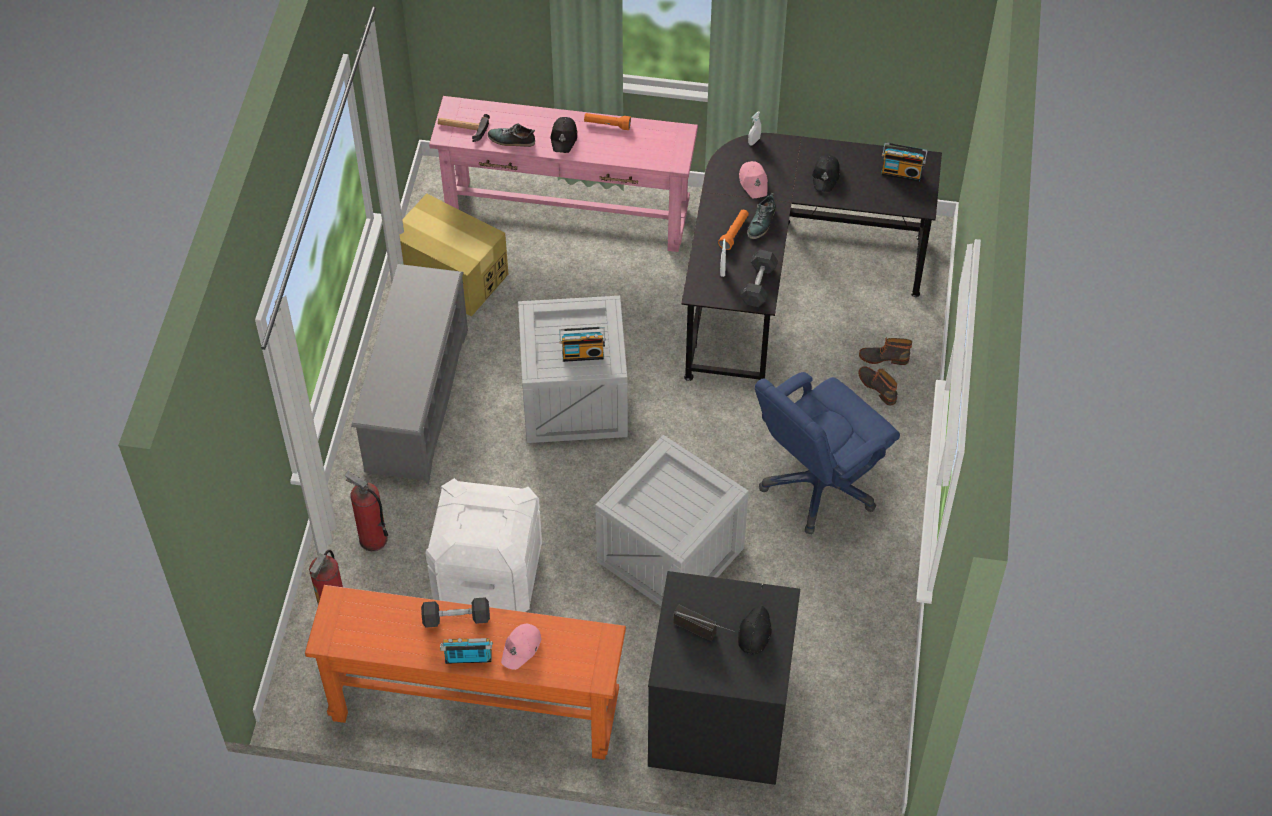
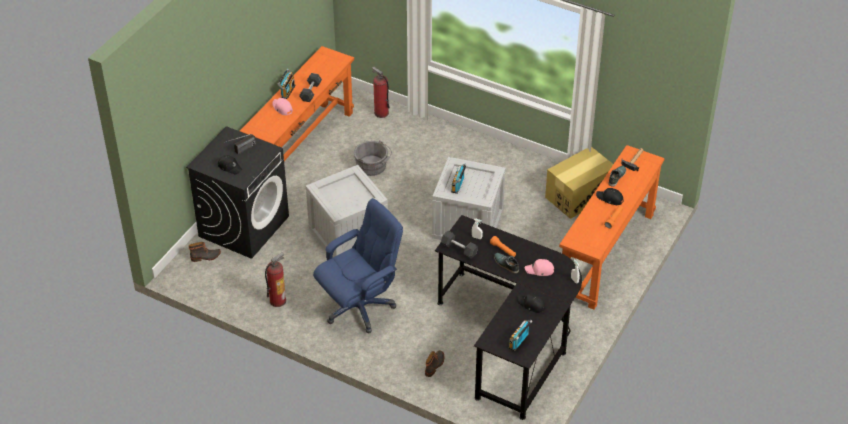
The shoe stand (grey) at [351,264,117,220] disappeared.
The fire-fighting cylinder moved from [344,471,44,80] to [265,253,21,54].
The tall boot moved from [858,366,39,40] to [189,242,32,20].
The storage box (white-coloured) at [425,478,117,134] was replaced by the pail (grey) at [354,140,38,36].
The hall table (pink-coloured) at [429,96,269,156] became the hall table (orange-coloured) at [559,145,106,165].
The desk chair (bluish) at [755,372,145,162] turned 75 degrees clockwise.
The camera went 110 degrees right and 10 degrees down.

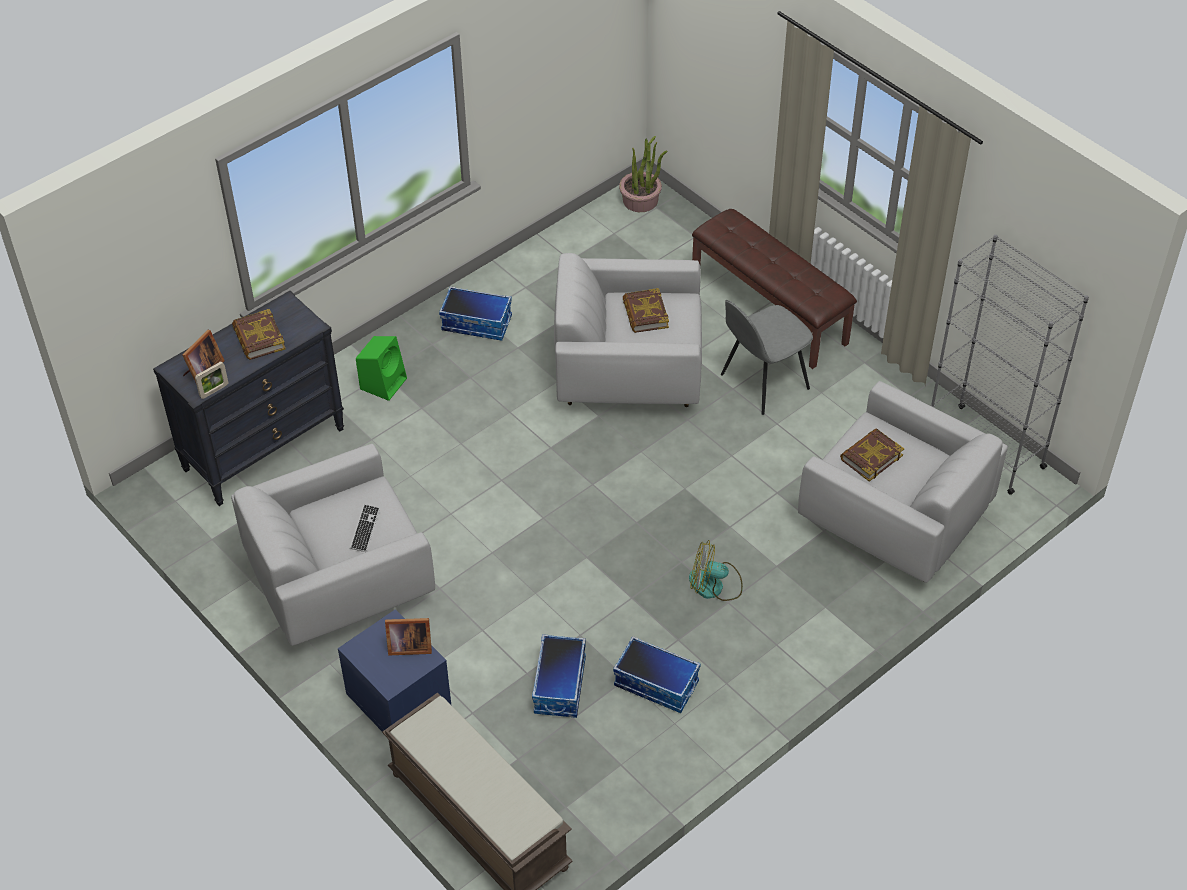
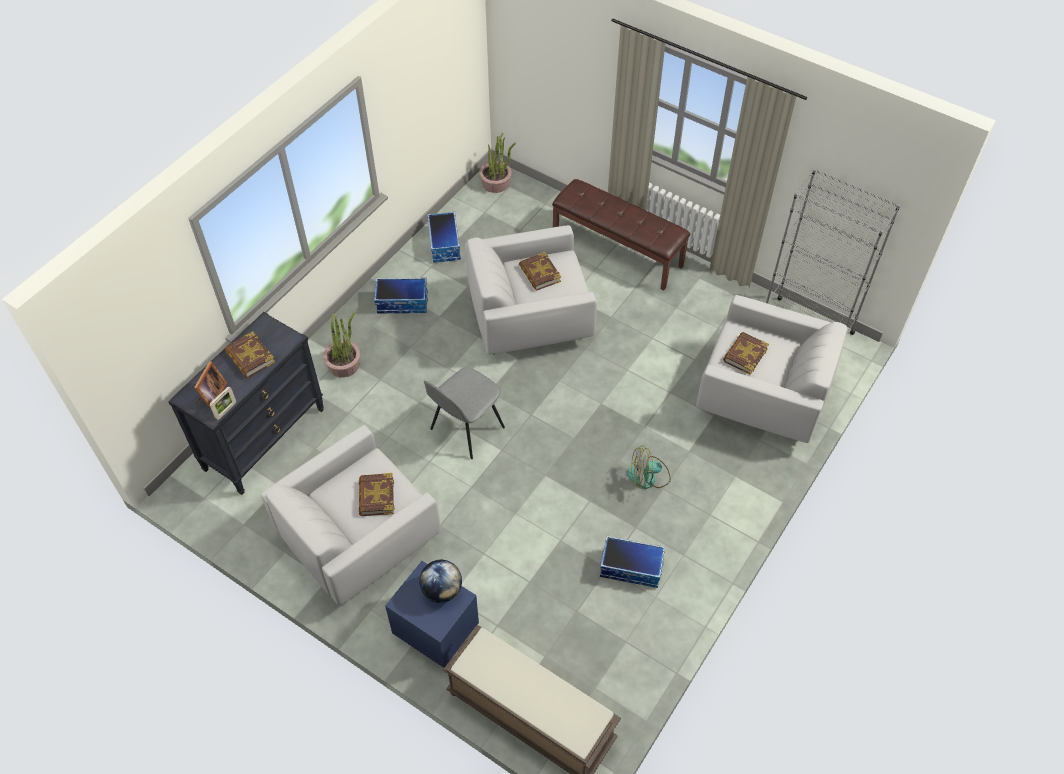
The storage box moved from [532,634,54,84] to [427,212,34,51].
The upright chair (grey) moved from [721,300,92,115] to [424,367,81,92].
The keyboard at [350,504,30,48] was replaced by the book at [359,473,35,43].
The speaker (green) at [356,336,51,65] was replaced by the plant in a pot at [323,312,37,65].
The picture frame at [385,618,47,37] was replaced by the globe at [419,560,43,43].
The camera went 15 degrees left and 5 degrees up.

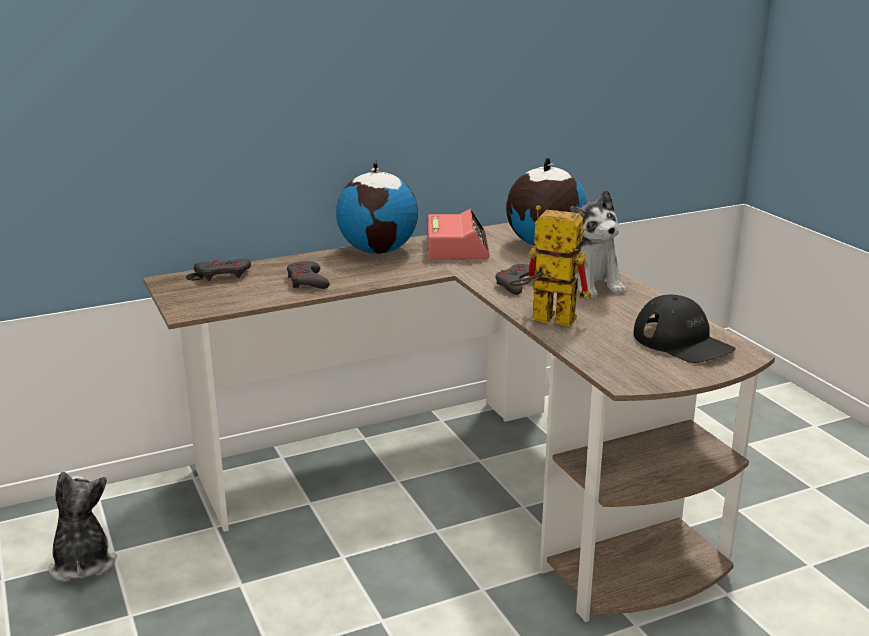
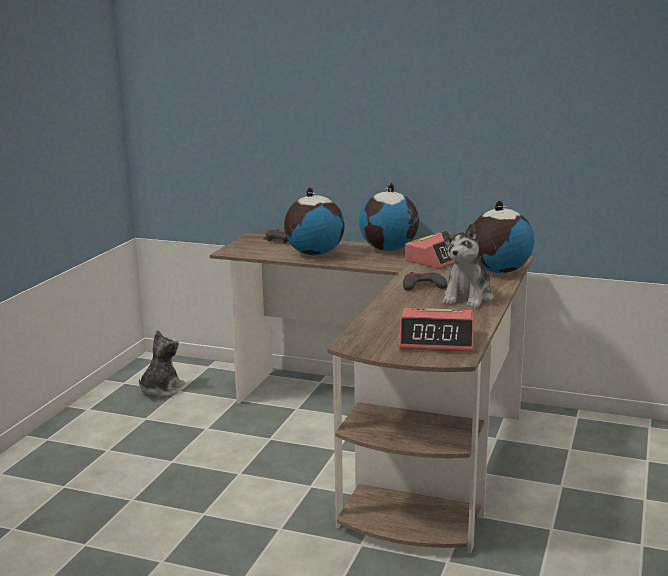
The model robot at [510,205,81,122] disappeared.
The gamepad (grey) at [287,261,43,28] was replaced by the globe at [284,187,60,69].
The peaked cap (blackish) at [633,295,103,68] was replaced by the bedside clock at [399,308,75,44].
The camera went 45 degrees right and 5 degrees down.

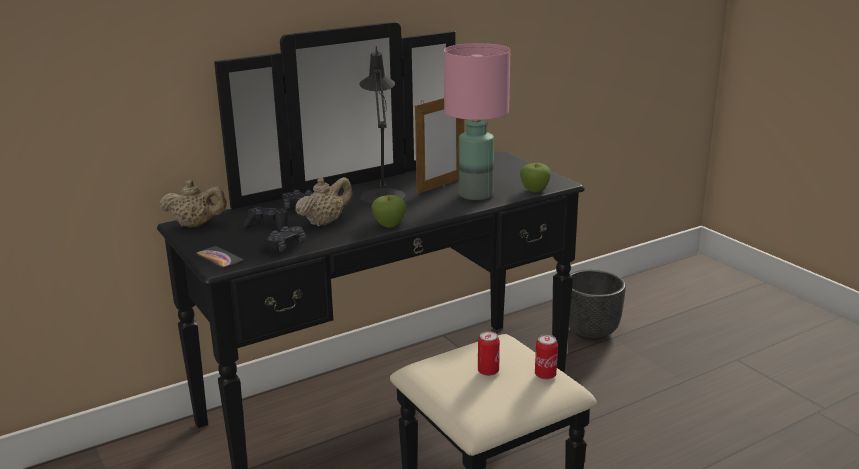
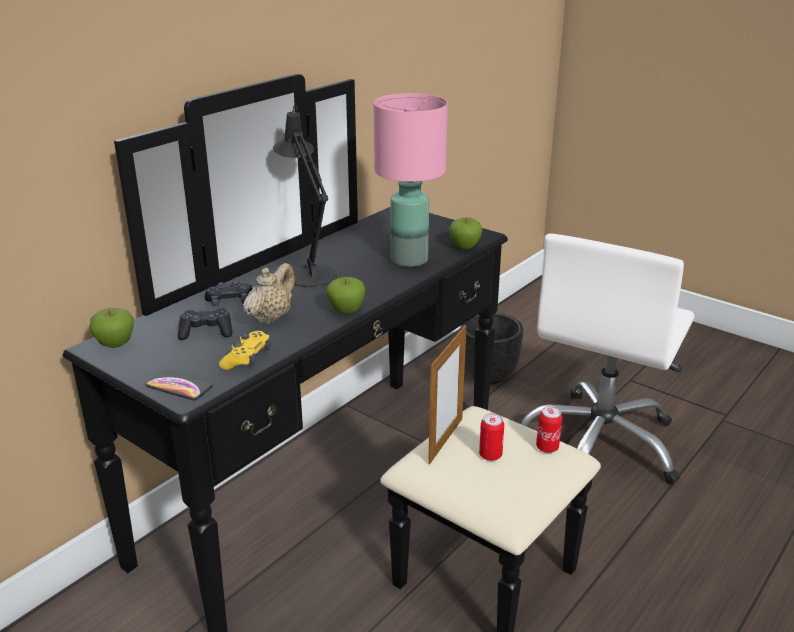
The desk chair (white-coloured) at [517,233,178,252] appeared.
The picture frame moved from [415,98,49,96] to [428,325,38,139].
The pot for tea (beige) at [160,180,67,47] was replaced by the apple at [89,308,45,40].
The gamepad (blackish) at [257,226,48,27] became the gamepad (yellow-coloured) at [219,331,52,39].
The camera went 20 degrees left and 5 degrees up.

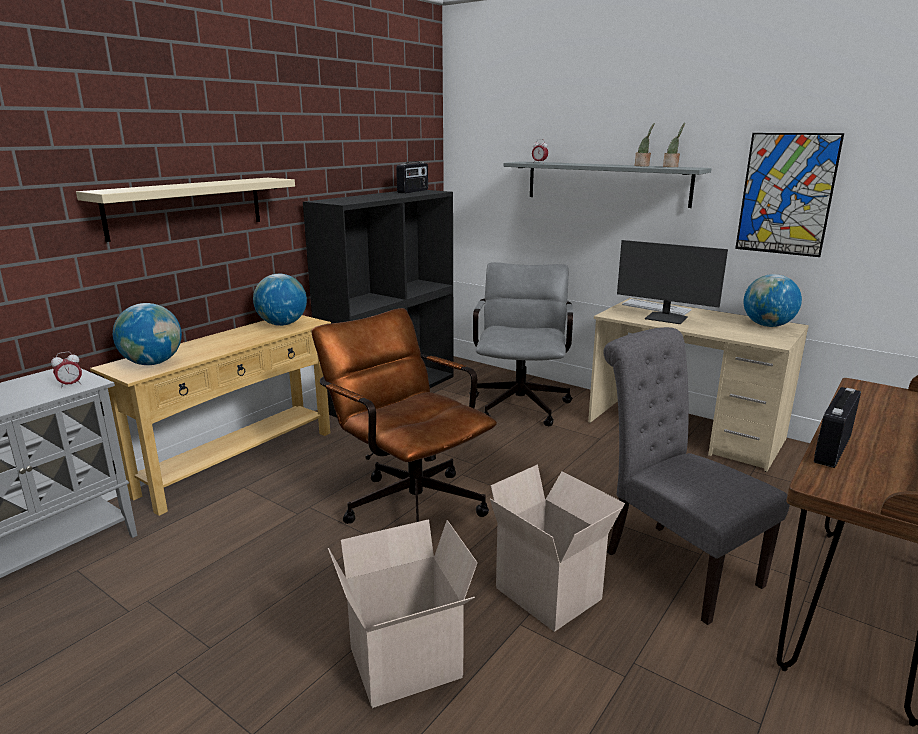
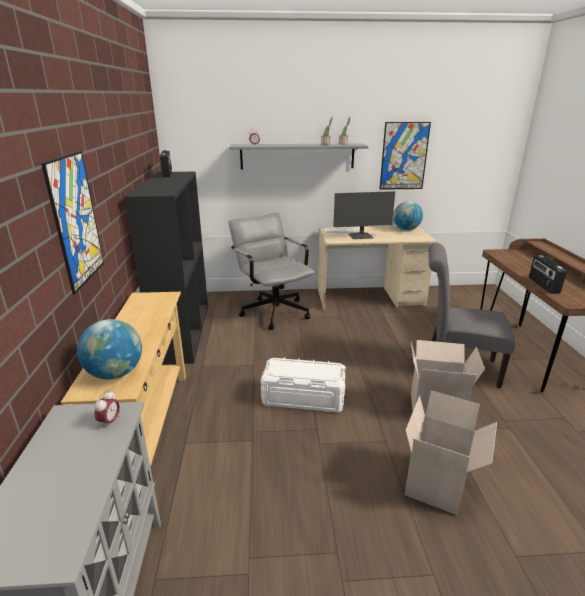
The globe at [253,274,54,52] disappeared.
The shelf (beige) at [76,178,219,64] was replaced by the wall picture at [41,151,63,144].
The desk chair (brown-coloured) at [311,308,186,216] was replaced by the storage box (white-coloured) at [261,358,85,54].
The camera went 40 degrees left and 5 degrees up.

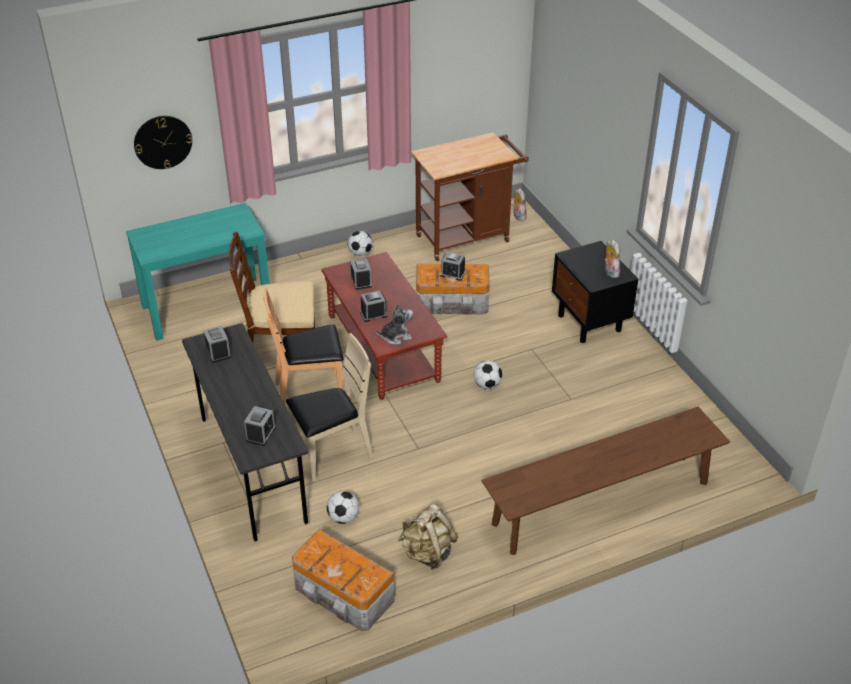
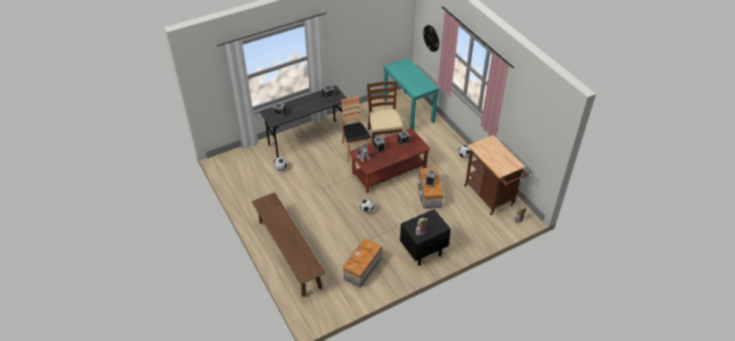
The upright chair (beige) at [286,333,88,149] disappeared.
The knapsack (beige) at [398,504,60,66] disappeared.
The storage box moved from [292,529,103,102] to [343,239,39,49].
The camera went 85 degrees right and 5 degrees up.

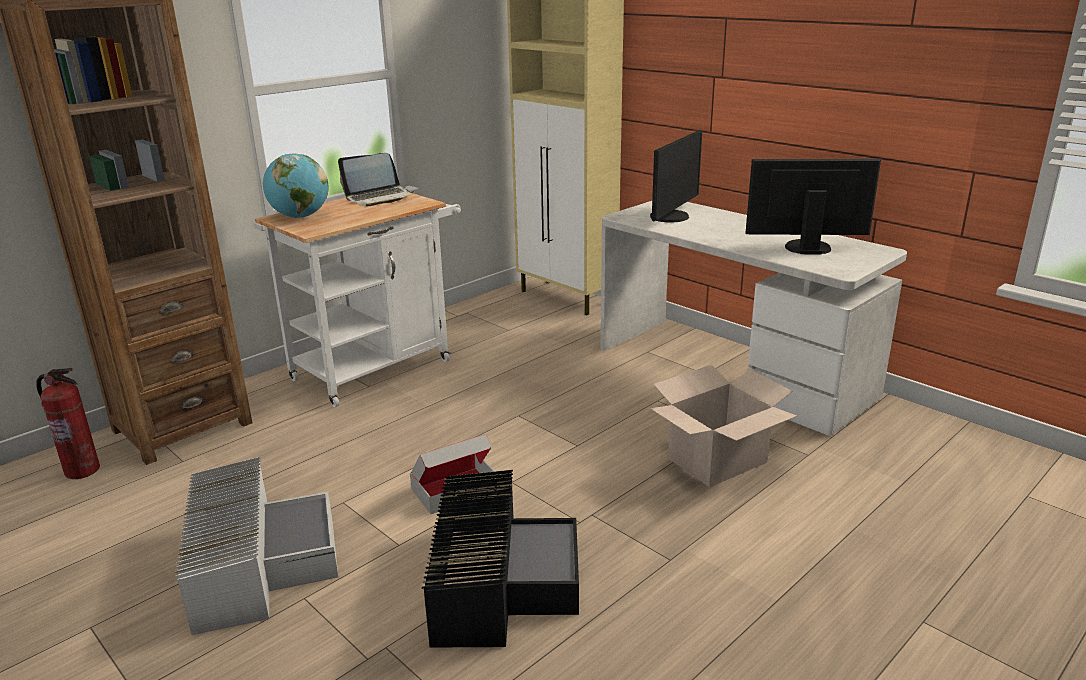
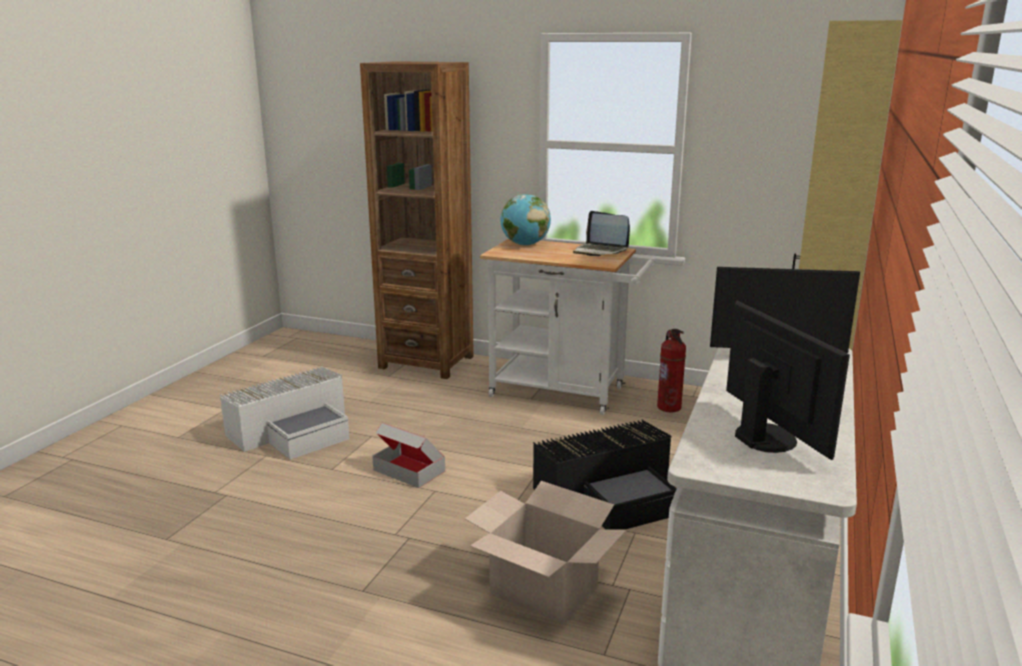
The fire-fighting cylinder moved from [36,368,64,111] to [657,329,29,83].
The storage box (blackish) moved from [422,470,157,178] to [533,419,144,110].
The camera went 65 degrees right and 5 degrees down.

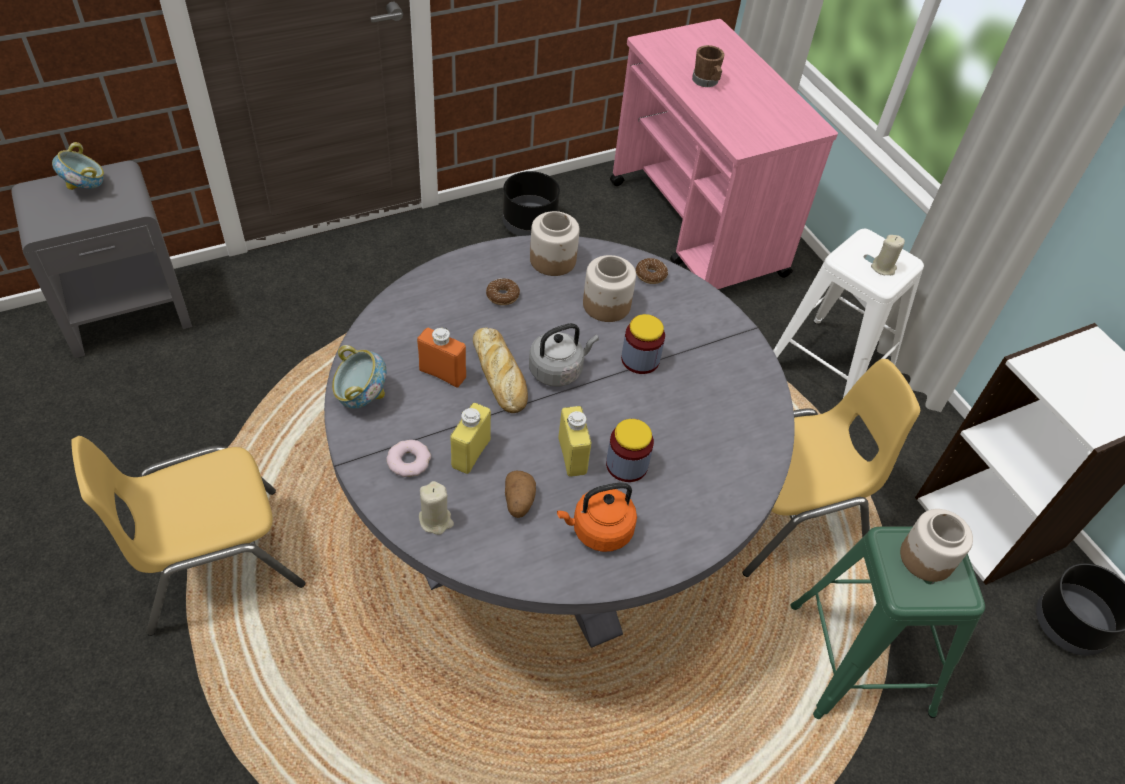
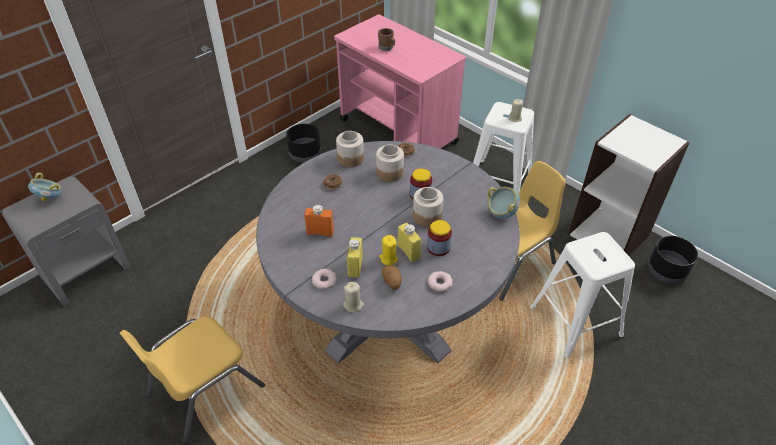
The bakery bread at [473,327,55,86] disappeared.
The water kettle (grey) at [529,323,70,63] disappeared.
The candle (yellow-coloured) at [379,235,19,30] appeared.
The serving bowl moved from [332,345,54,64] to [487,187,33,32].
The storage jar moved from [900,509,73,73] to [413,187,30,40].
The water kettle (orange-coloured) at [557,483,80,69] was replaced by the doughnut at [428,271,25,21].
The sitting stool (green) at [791,527,194,192] became the sitting stool (white-coloured) at [530,232,105,126].
The camera went 15 degrees left and 5 degrees down.

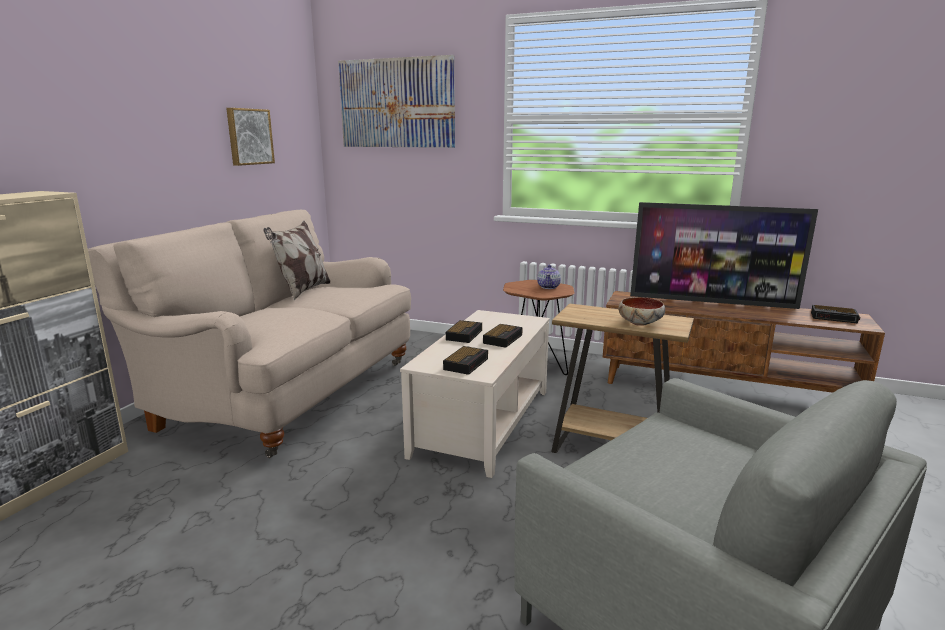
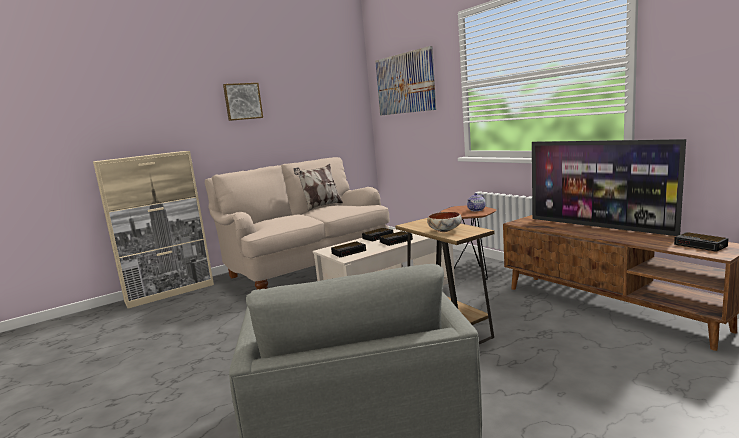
The wall picture moved from [226,108,49,58] to [223,83,40,38].
The camera went 35 degrees right and 5 degrees down.

